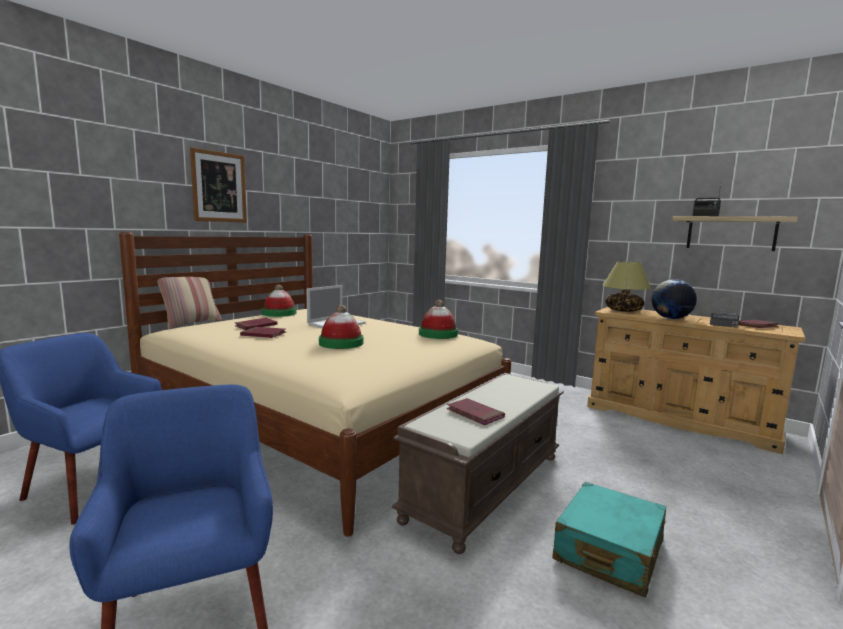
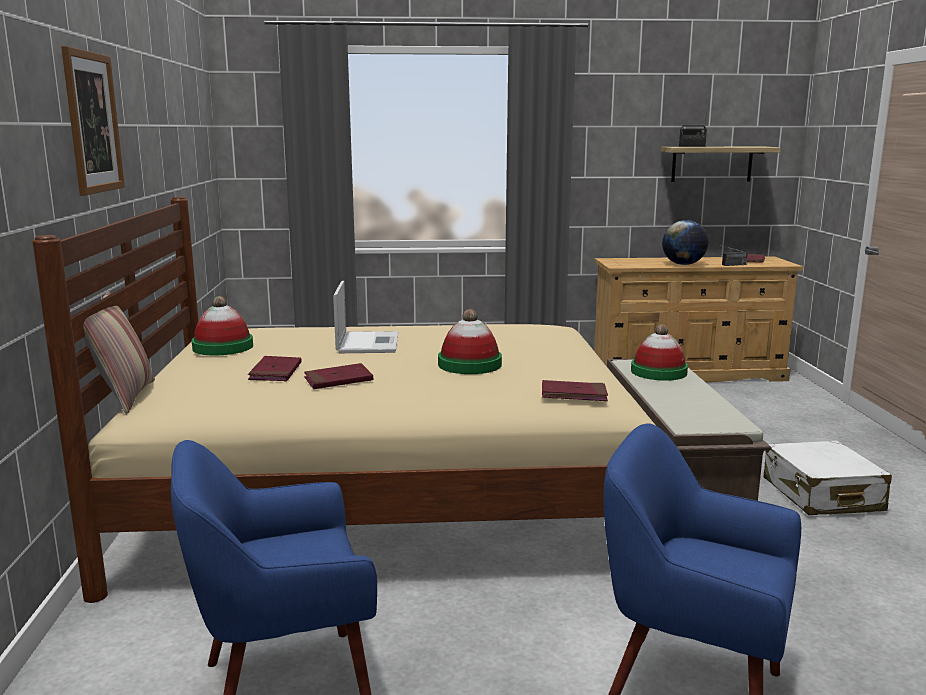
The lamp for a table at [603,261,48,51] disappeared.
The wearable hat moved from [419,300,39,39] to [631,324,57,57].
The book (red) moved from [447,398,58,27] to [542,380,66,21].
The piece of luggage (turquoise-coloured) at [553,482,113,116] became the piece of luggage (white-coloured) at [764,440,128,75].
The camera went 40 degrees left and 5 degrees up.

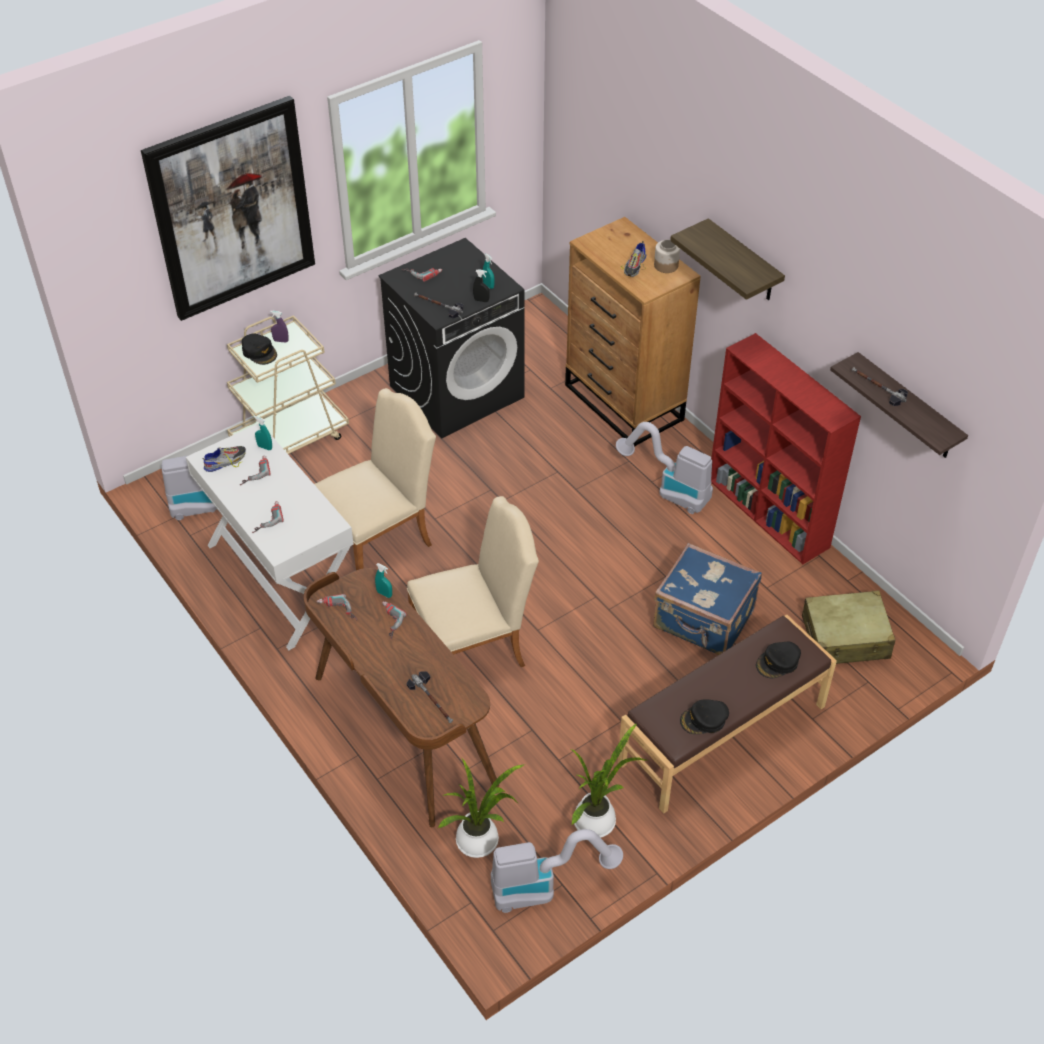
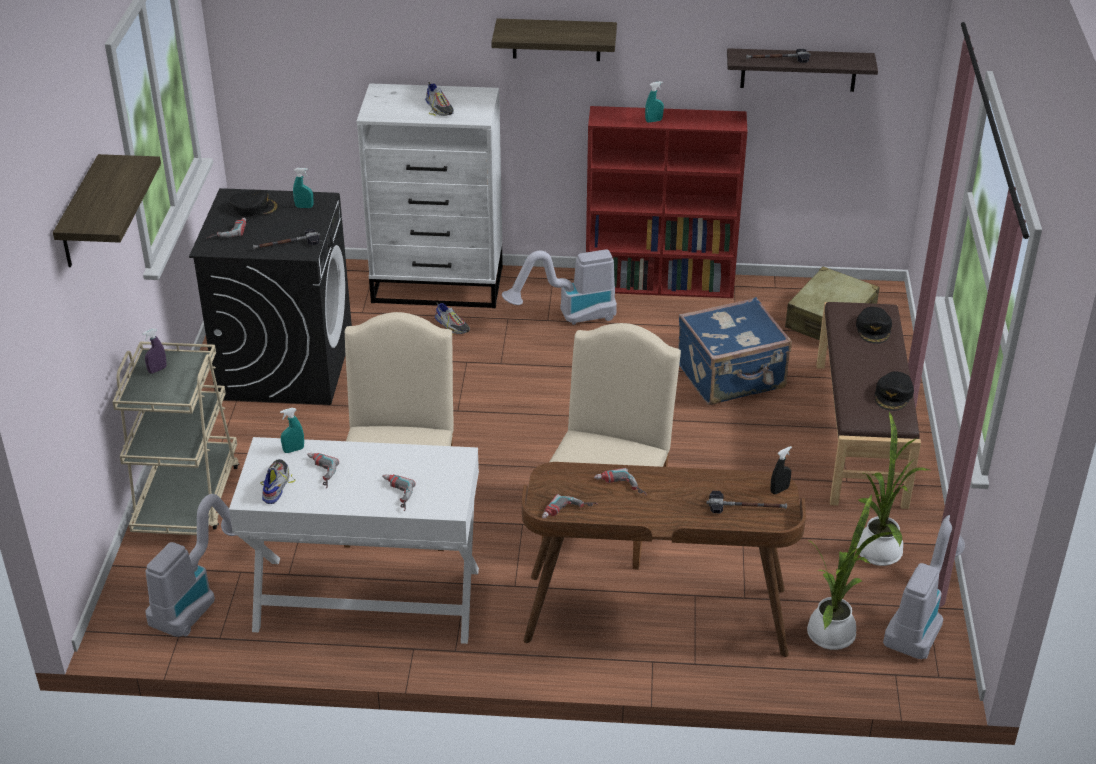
The storage jar at [654,239,26,34] disappeared.
The low shoe at [435,302,35,34] appeared.
The peaked cap (blackish) moved from [242,333,35,32] to [230,190,49,27].
The hand sprayer (turquoise-coloured) moved from [375,563,17,35] to [645,81,19,41].
The hand sprayer (blackish) moved from [473,269,17,33] to [771,446,21,48].
The wall picture at [141,96,174,225] was replaced by the shelf at [53,154,108,113].
The chest of drawers (brown-coloured) at [565,217,136,230] became the chest of drawers (white-coloured) at [356,83,147,225].
The camera went 50 degrees left and 10 degrees down.

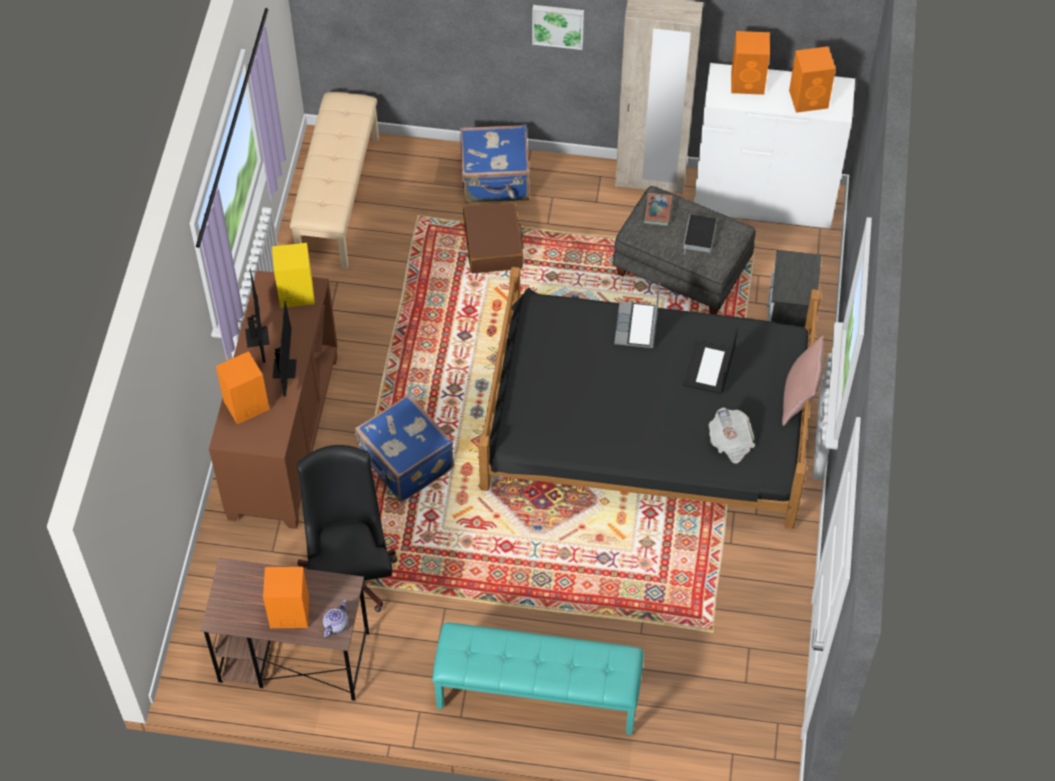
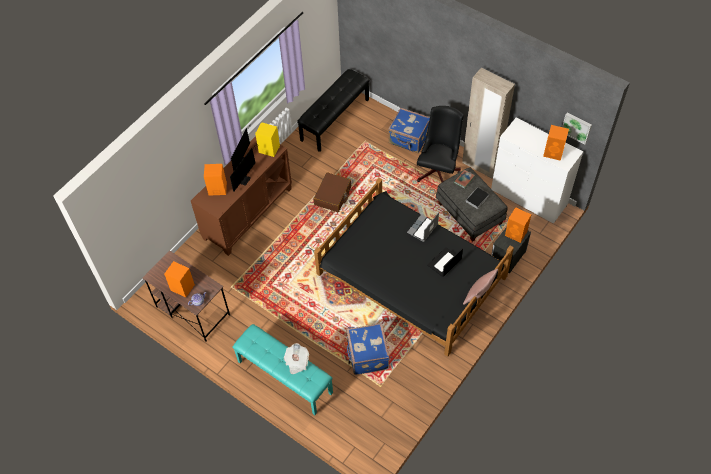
The desk chair (blackish) moved from [297,445,101,167] to [417,106,47,76].
The piece of luggage (bluish) moved from [355,394,99,108] to [346,323,44,52].
The piece of luggage (brown-coloured) moved from [463,202,61,71] to [314,172,37,40].
The wall picture moved from [532,5,52,45] to [562,113,30,31].
The printed paper moved from [709,408,46,56] to [284,343,25,31].
The speaker (orange-coloured) moved from [731,31,39,64] to [505,207,26,36].
The bench (beige) at [290,92,89,177] became the bench (blackish) at [297,69,73,83].
The camera went 30 degrees right and 0 degrees up.

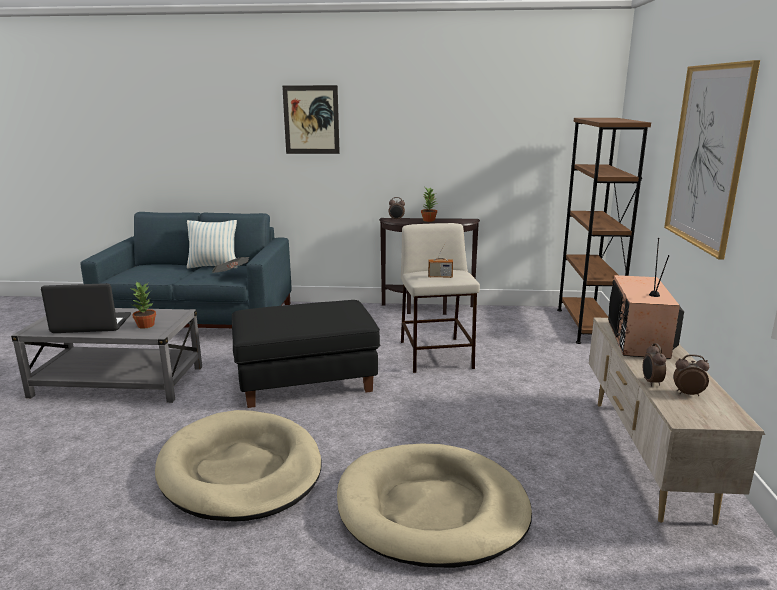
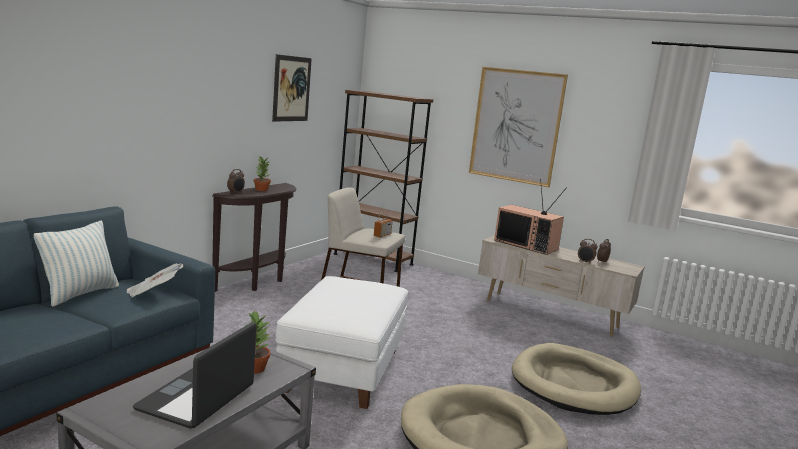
The wall picture moved from [282,85,58,69] to [272,54,40,68].
The pouffe (blackish) at [232,300,148,108] became the pouffe (white-coloured) at [275,276,133,133].
The camera went 65 degrees left and 5 degrees down.

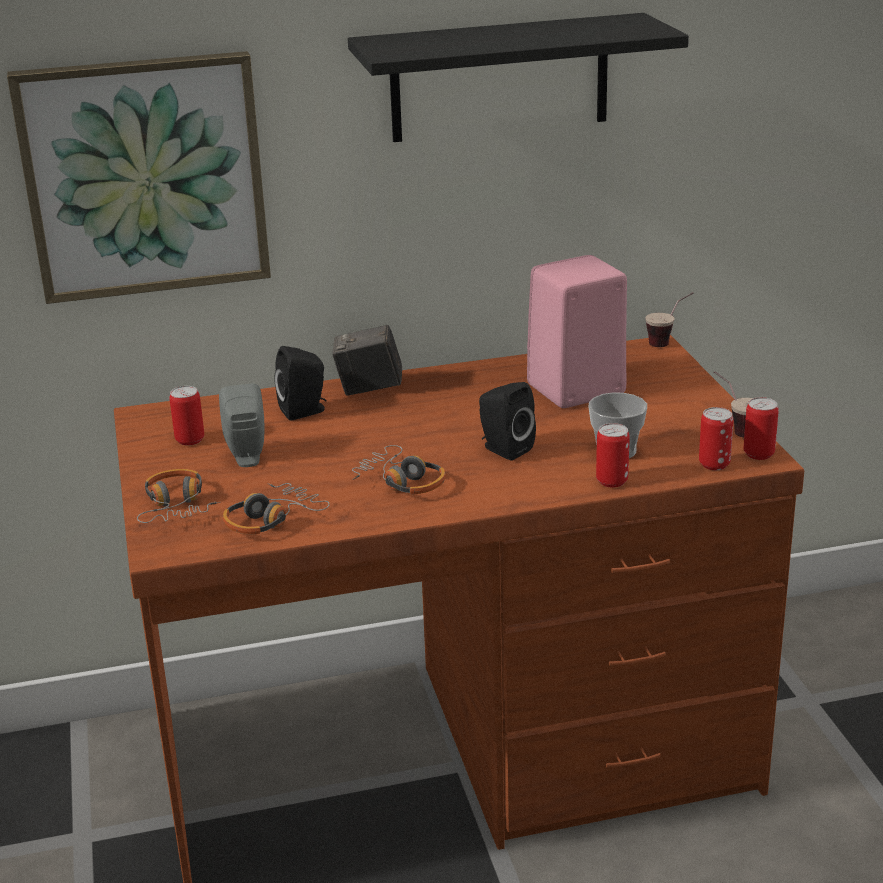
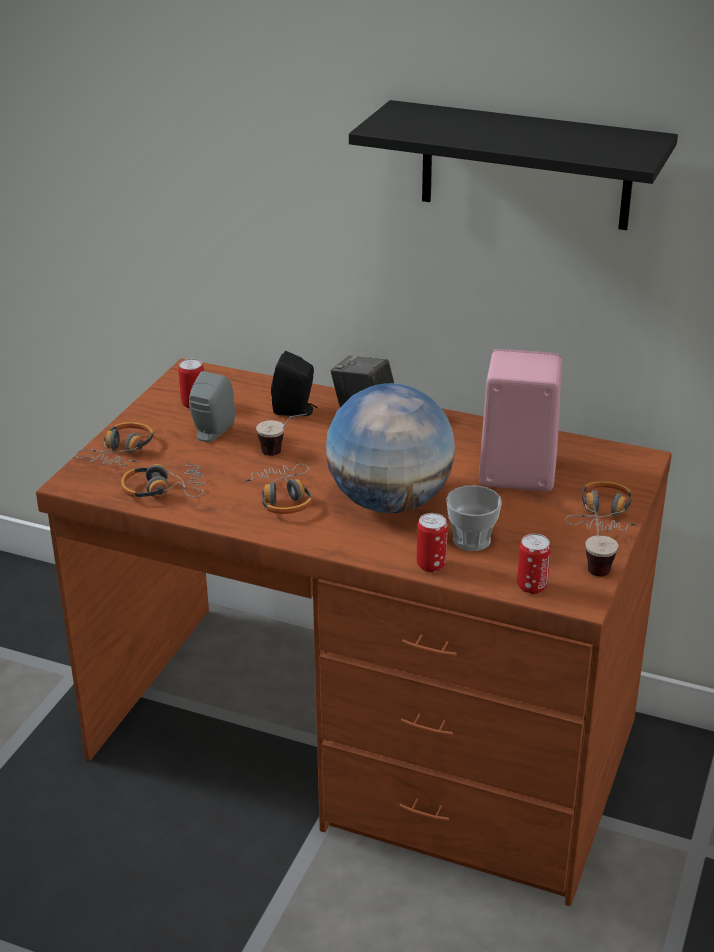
The wall picture at [7,51,264,253] disappeared.
The metal can at [744,397,35,63] disappeared.
The headphones at [565,481,75,50] appeared.
The drinking cup moved from [645,292,49,55] to [256,413,51,43].
The speaker (blackish) at [479,382,57,79] was replaced by the globe at [325,383,130,130].
The camera went 35 degrees right and 5 degrees up.

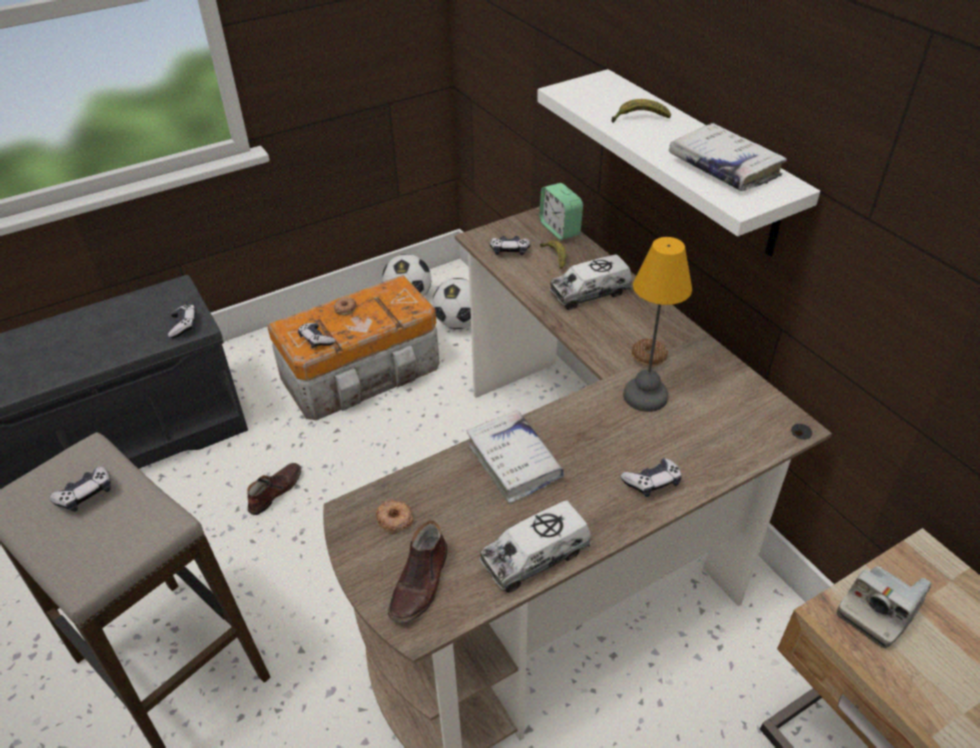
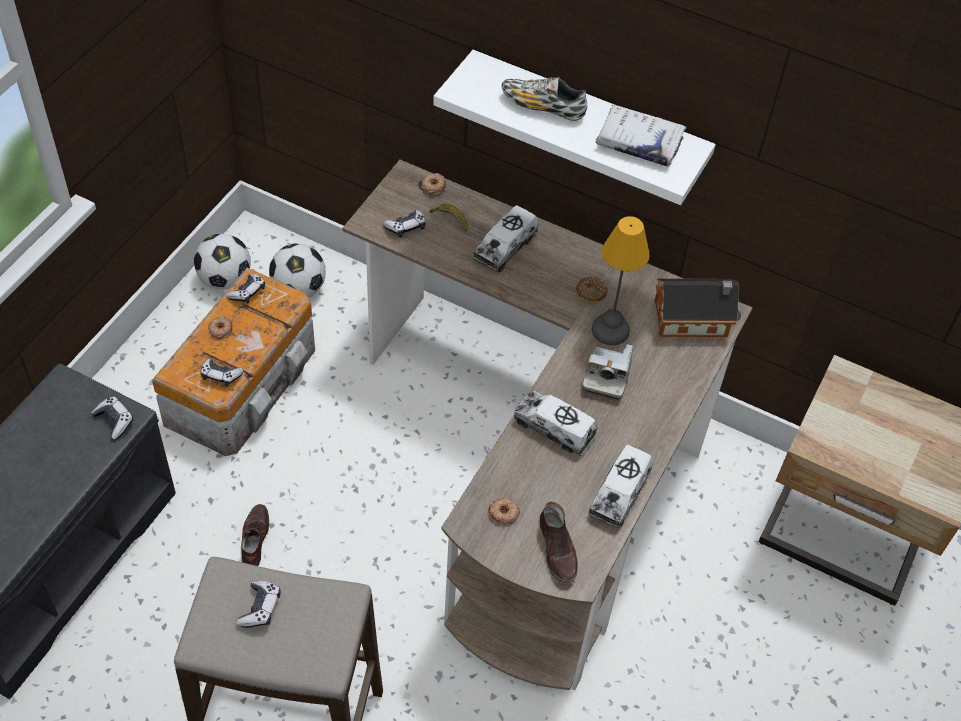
The model house at [654,278,85,59] appeared.
The gamepad moved from [621,458,61,39] to [226,274,39,29].
The still camera moved from [837,566,95,82] to [582,344,51,57].
The book (white-coloured) at [466,410,98,93] was replaced by the model truck at [514,391,84,65].
The bedside clock at [539,183,44,57] was replaced by the doughnut at [422,173,24,22].
The banana fruit at [611,99,60,24] was replaced by the low shoe at [502,77,85,44].
The camera went 35 degrees left and 10 degrees up.

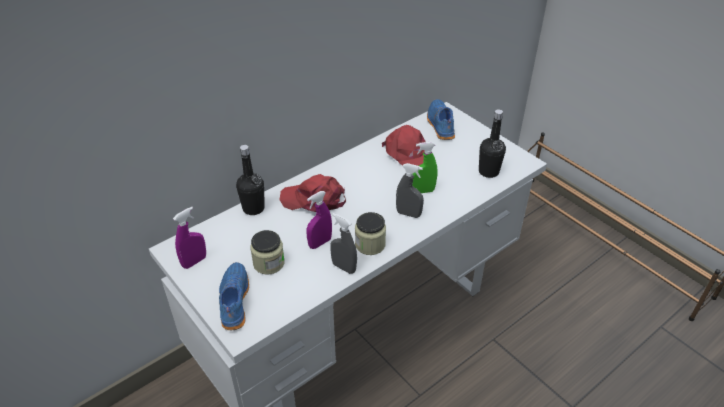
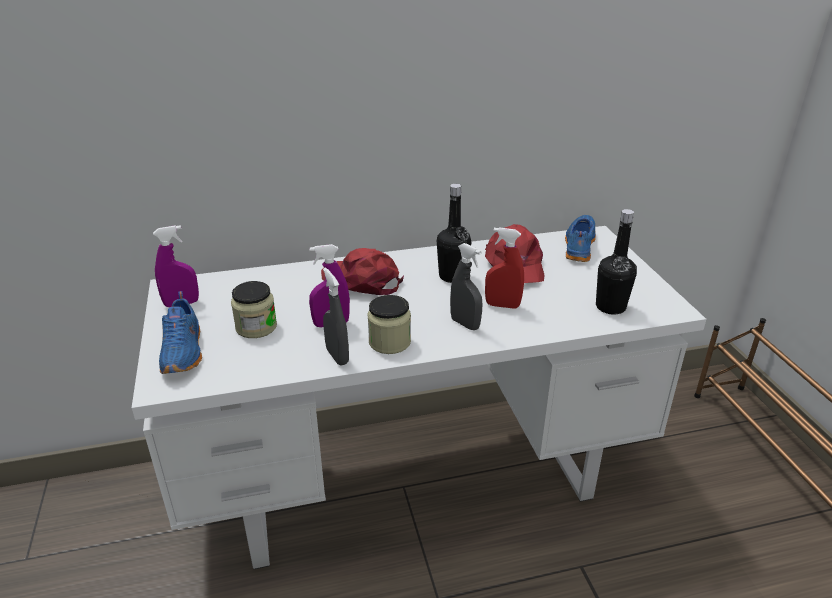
The drink bottle (blackish) moved from [236,145,29,70] to [437,184,34,99].
The hand sprayer (green) at [412,142,25,51] became the hand sprayer (red) at [485,227,39,82].
The low shoe (bluish) at [219,262,30,68] turned 150 degrees clockwise.
The camera went 25 degrees right and 10 degrees down.

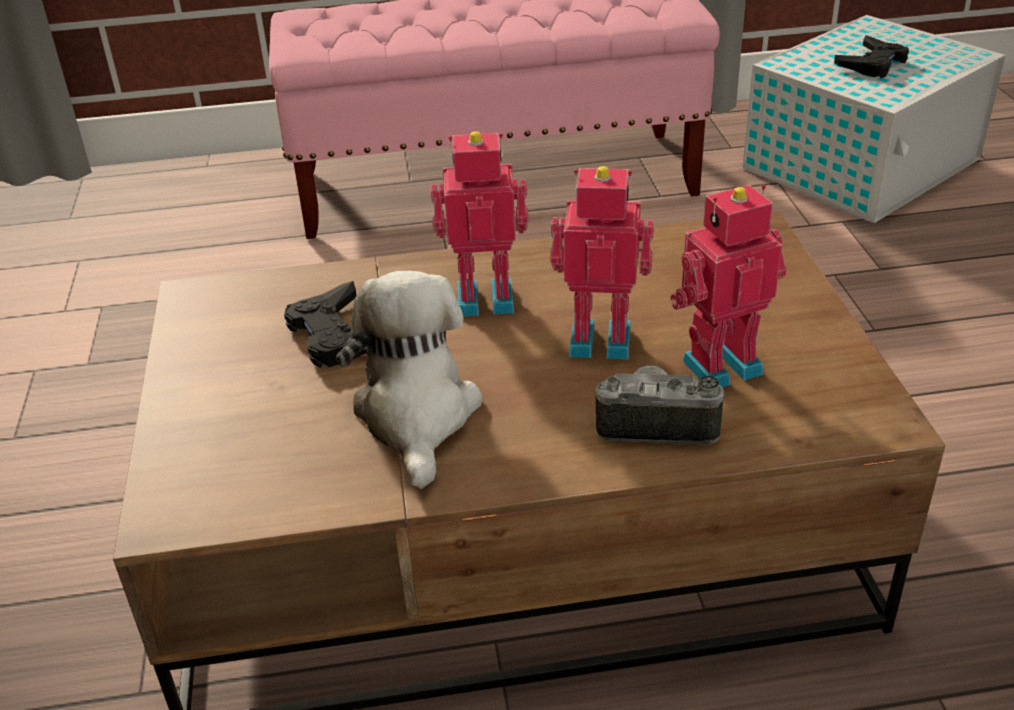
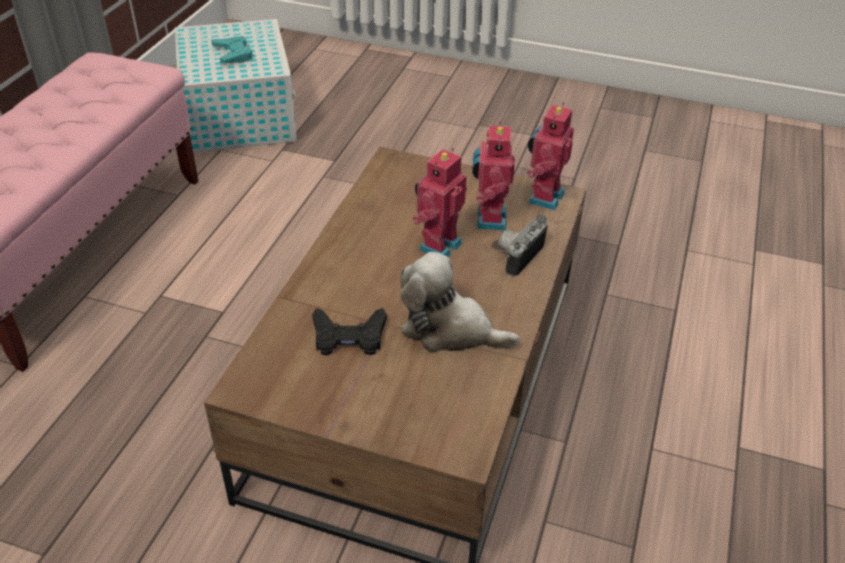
The model robot moved from [431,131,98,185] to [527,102,47,108].
The gamepad (blackish) at [834,35,75,43] became the gamepad (turquoise-coloured) at [211,36,42,28].
The camera went 65 degrees left and 5 degrees up.

